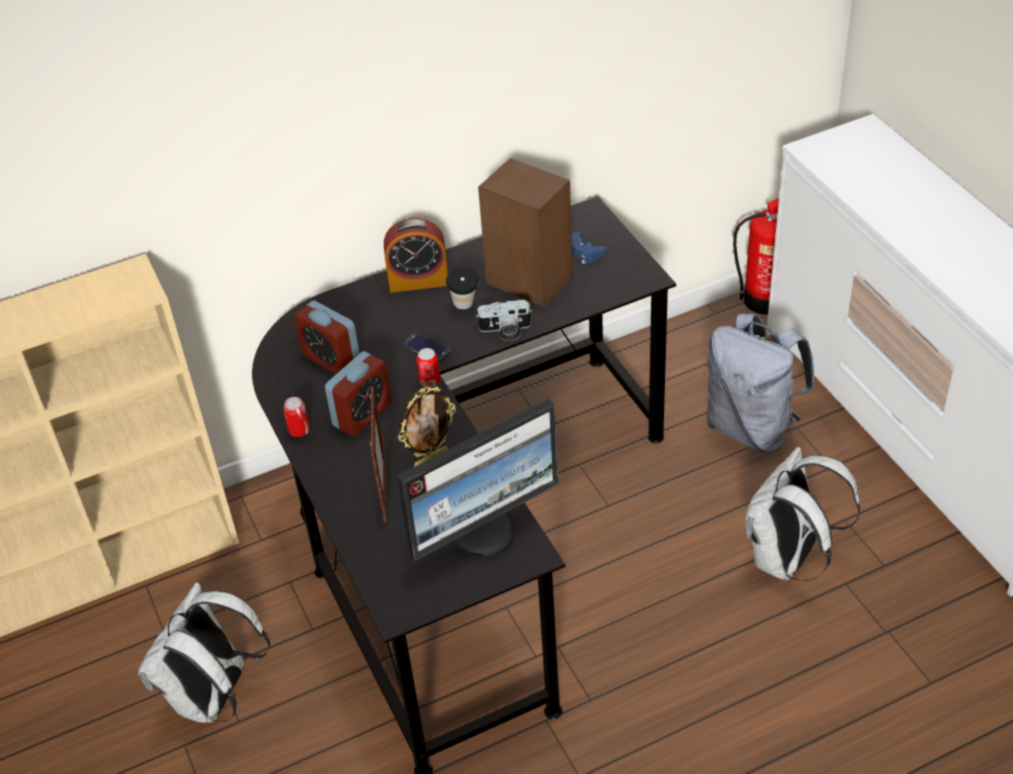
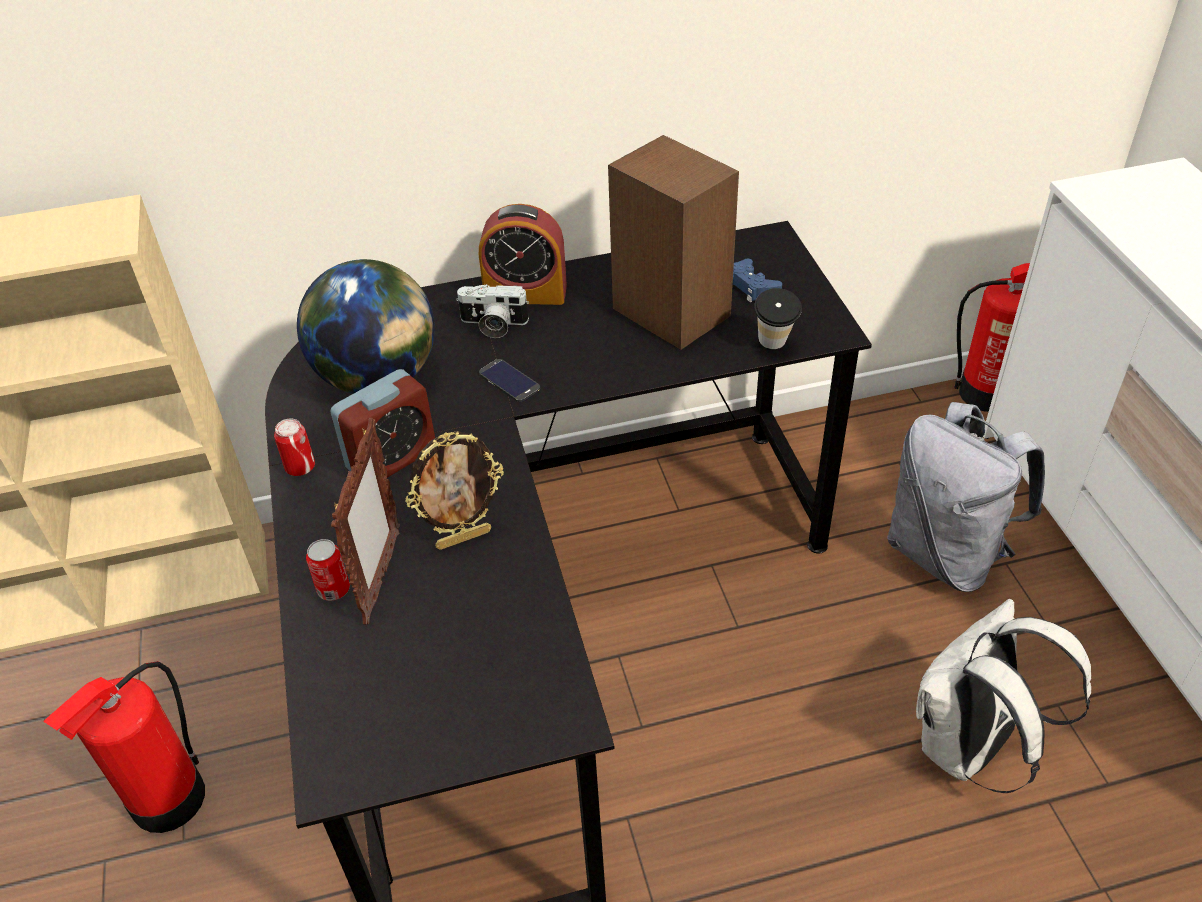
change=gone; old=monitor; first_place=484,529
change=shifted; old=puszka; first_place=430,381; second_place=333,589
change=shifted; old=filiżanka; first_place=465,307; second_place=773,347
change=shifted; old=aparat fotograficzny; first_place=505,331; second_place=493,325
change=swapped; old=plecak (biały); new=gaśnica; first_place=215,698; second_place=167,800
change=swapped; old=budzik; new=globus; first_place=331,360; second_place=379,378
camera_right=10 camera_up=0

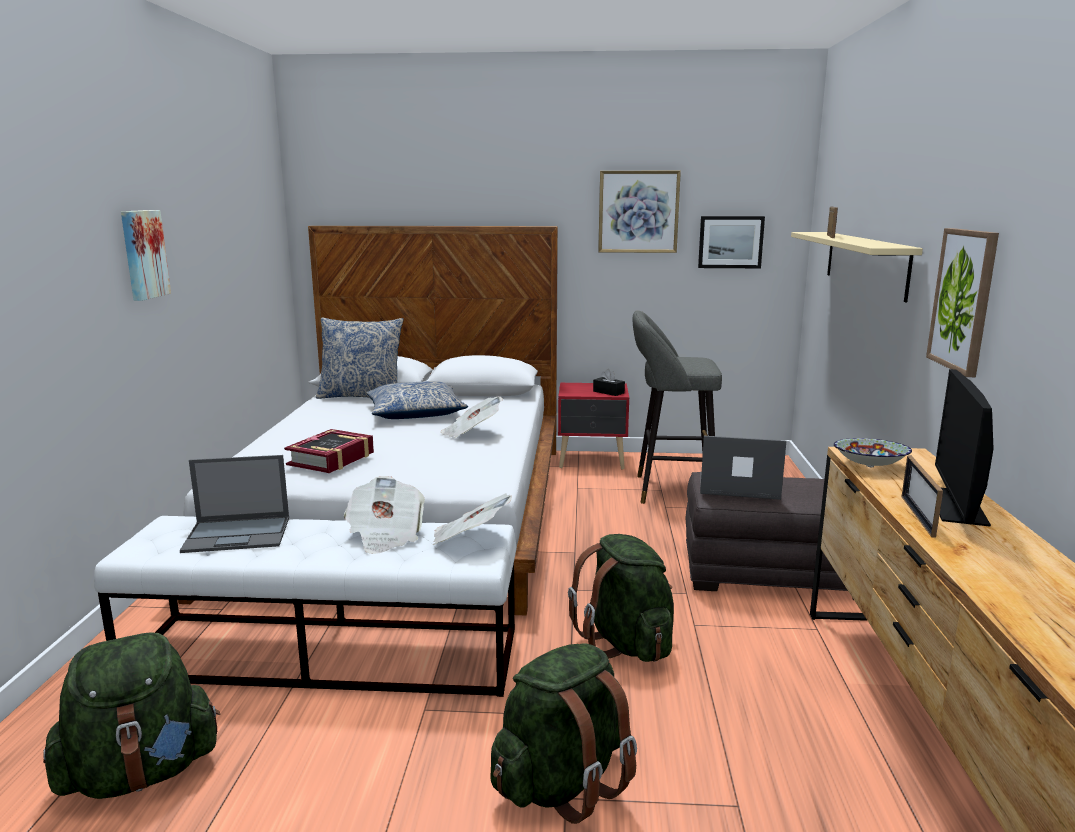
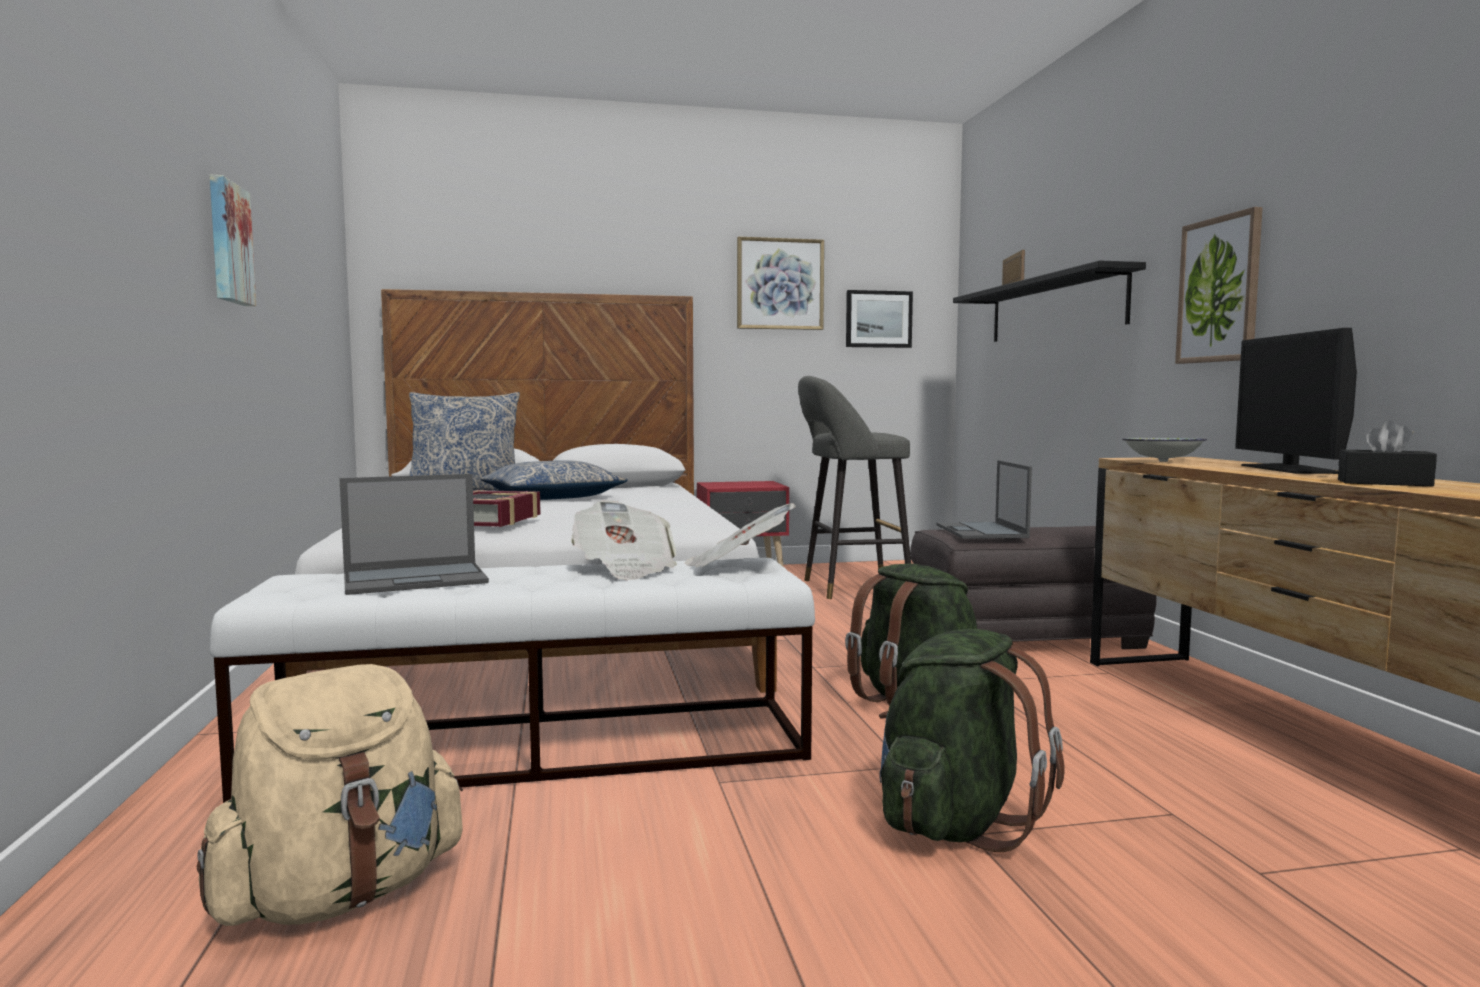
change=gone; old=gazeta; first_place=471,433
change=gone; old=ramka na zdjęcie; first_place=917,516
change=shifted; old=pudełko chusteczek (czarny); first_place=608,392; second_place=1384,483
change=repainted; old=plecak (zielony); new=plecak (beżowy); first_place=141,773; second_place=341,895
change=repainted; old=półka (beżowy); new=półka (czarny); first_place=865,263; second_place=1054,308
change=rotated; old=laptop; first_place=737,486; second_place=982,531; degrees=-90
camera_right=-15 camera_up=-10

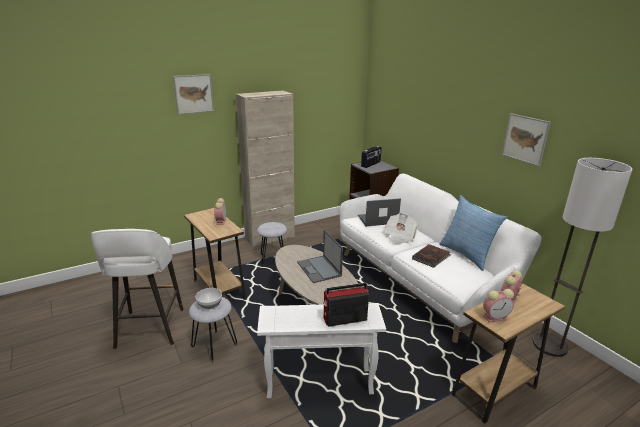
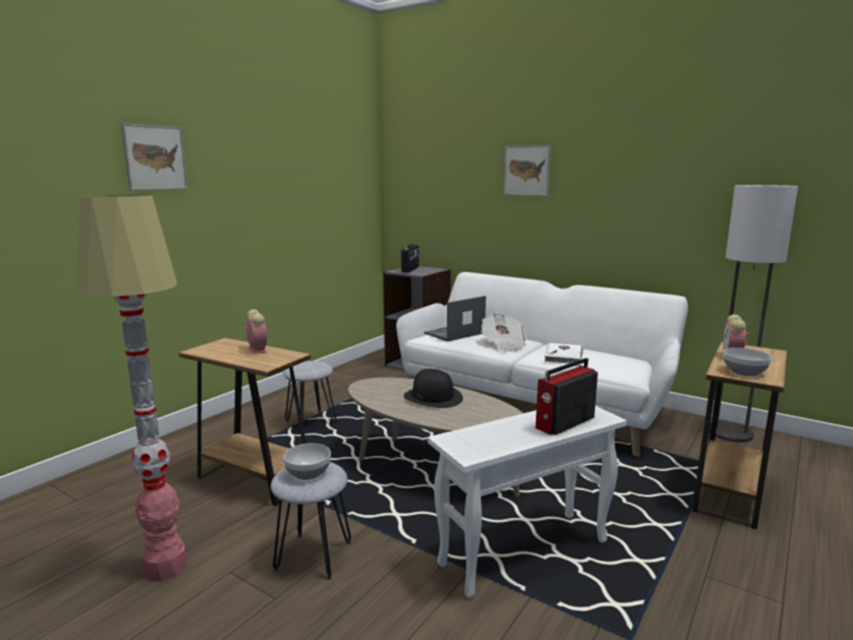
change=gone; old=szafka (beżowy); first_place=270,238
change=gone; old=poduszka; first_place=467,254
change=shifted; old=obraz; first_place=525,139; second_place=526,170
change=swapped; old=stołek (biały); new=lampa stojąca; first_place=149,329; second_place=166,568
change=swapped; old=laptop; new=kapelusz (czarny); first_place=319,269; second_place=433,397
change=swapped; old=budzik; new=miska; first_place=495,317; second_place=745,372
change=repainted; old=książka (brązowy); new=książka (biały); first_place=431,257; second_place=564,356
camera_right=-25 camera_up=-10

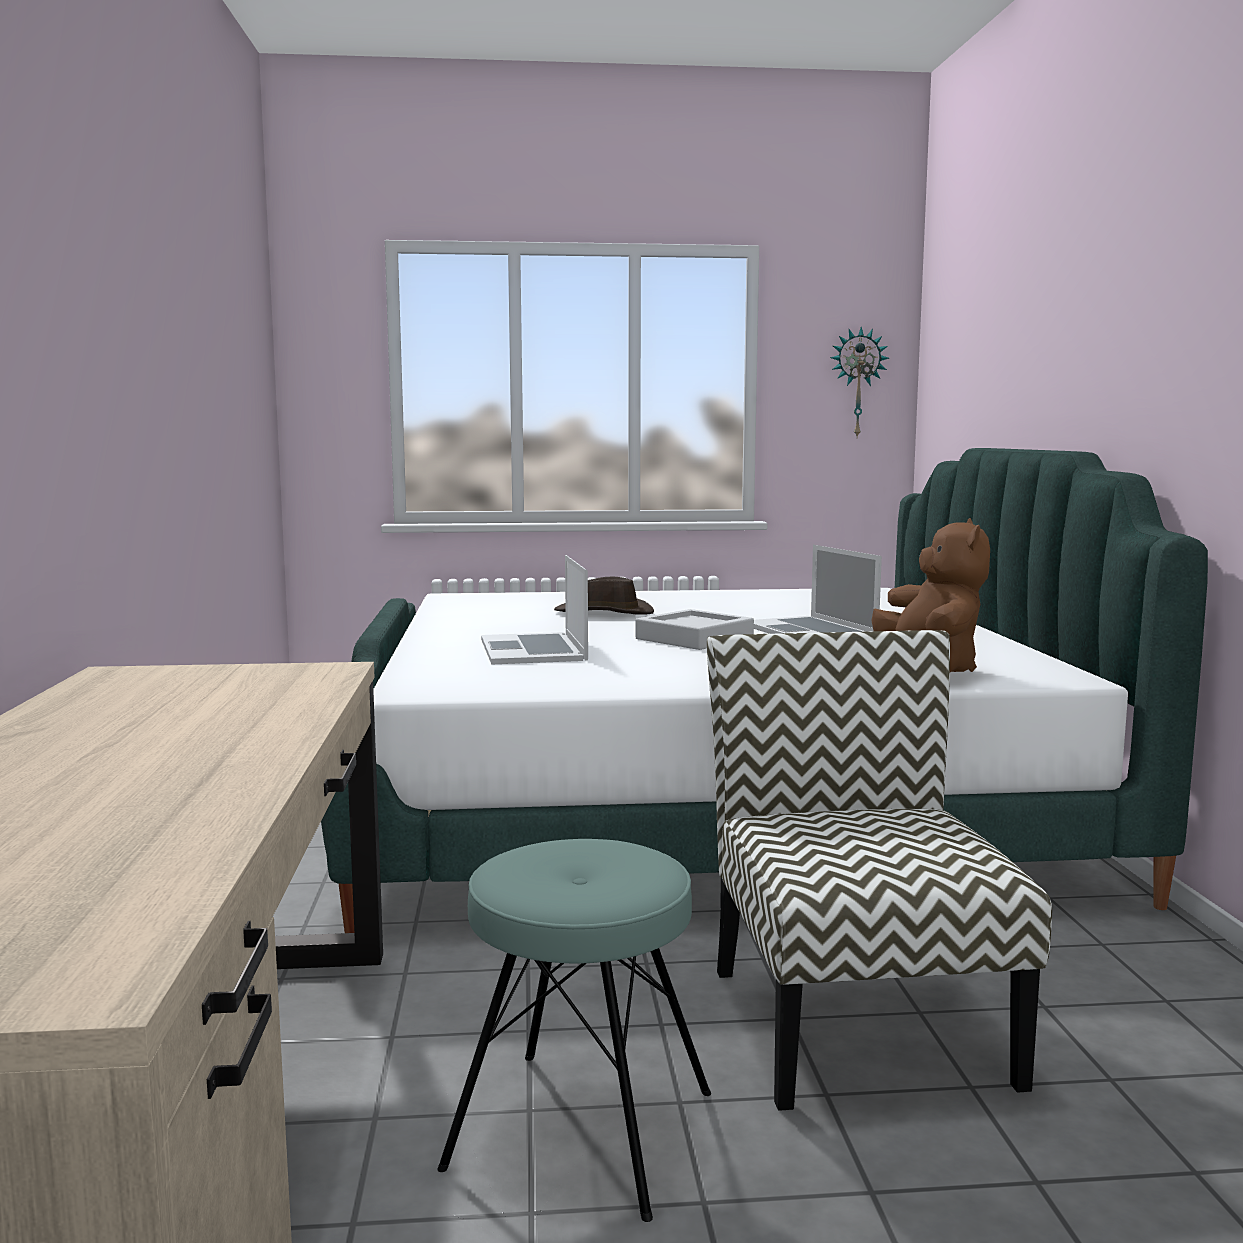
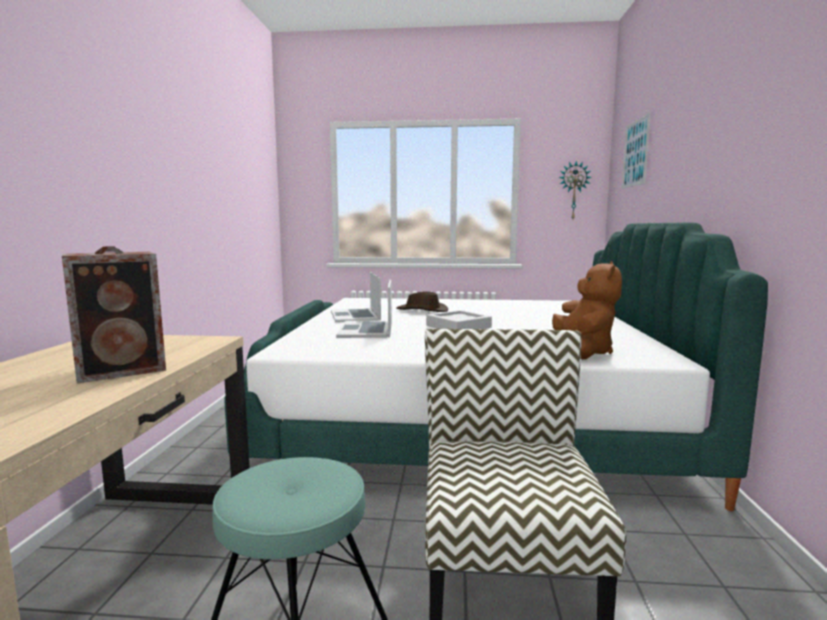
change=new; new=głośnik; second_place=124,369
change=new; new=obraz; second_place=635,153
change=shifted; old=laptop; first_place=810,631; second_place=355,316
camera_right=10 camera_up=0

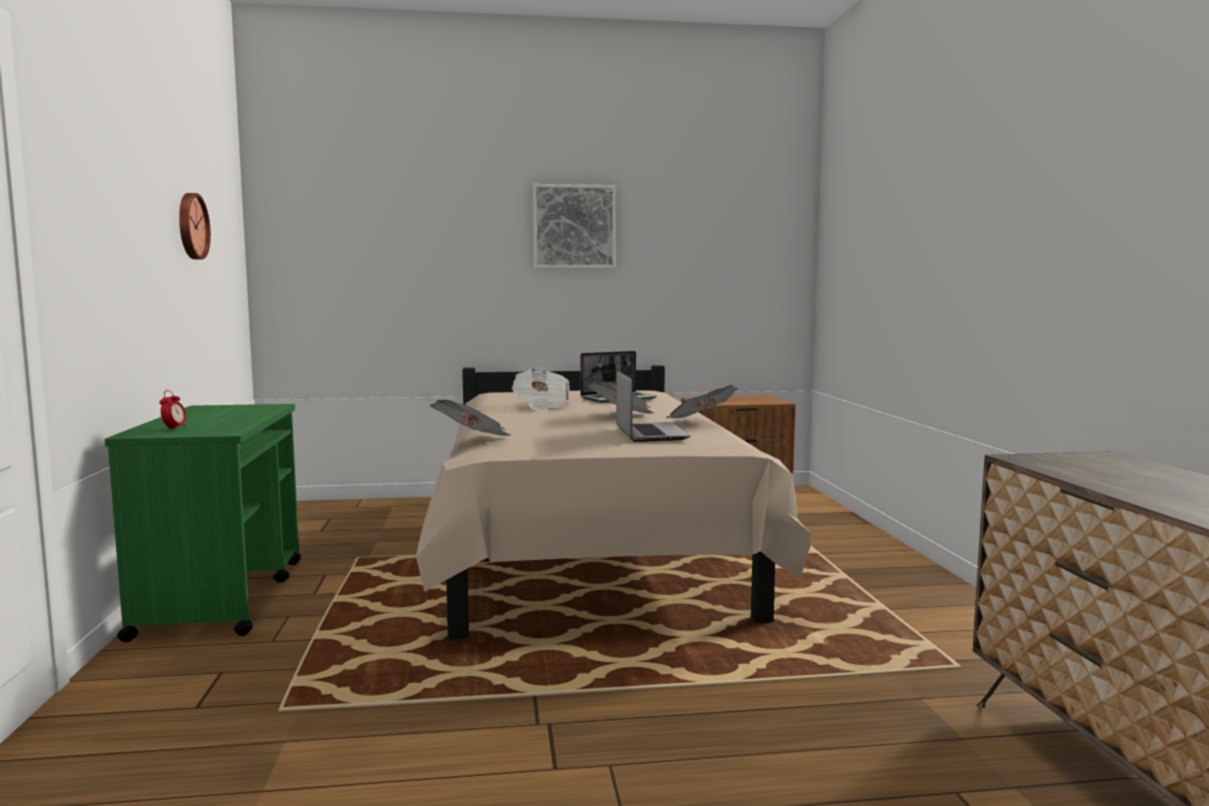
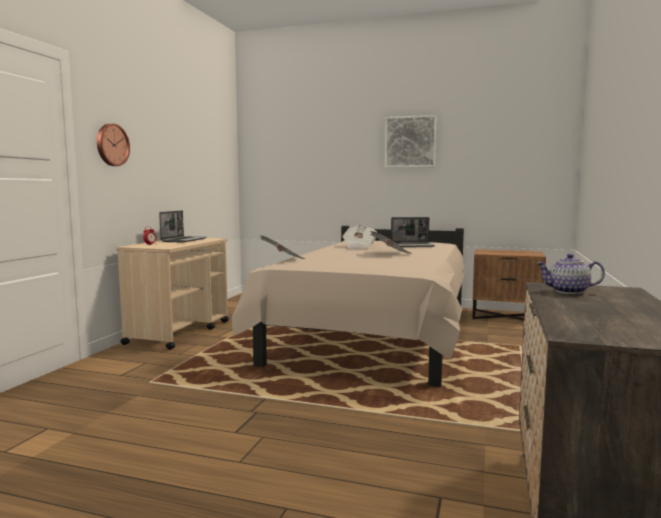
change=gone; old=gazeta; first_place=701,422
change=new; new=imbryk; second_place=568,291
change=shifted; old=zegar ścienny; first_place=191,226; second_place=111,145
change=shifted; old=laptop; first_place=649,434; second_place=184,240
change=repainted; old=wózek (zielony); new=wózek (beżowy); first_place=223,596; second_place=180,332
camera_right=25 camera_up=0

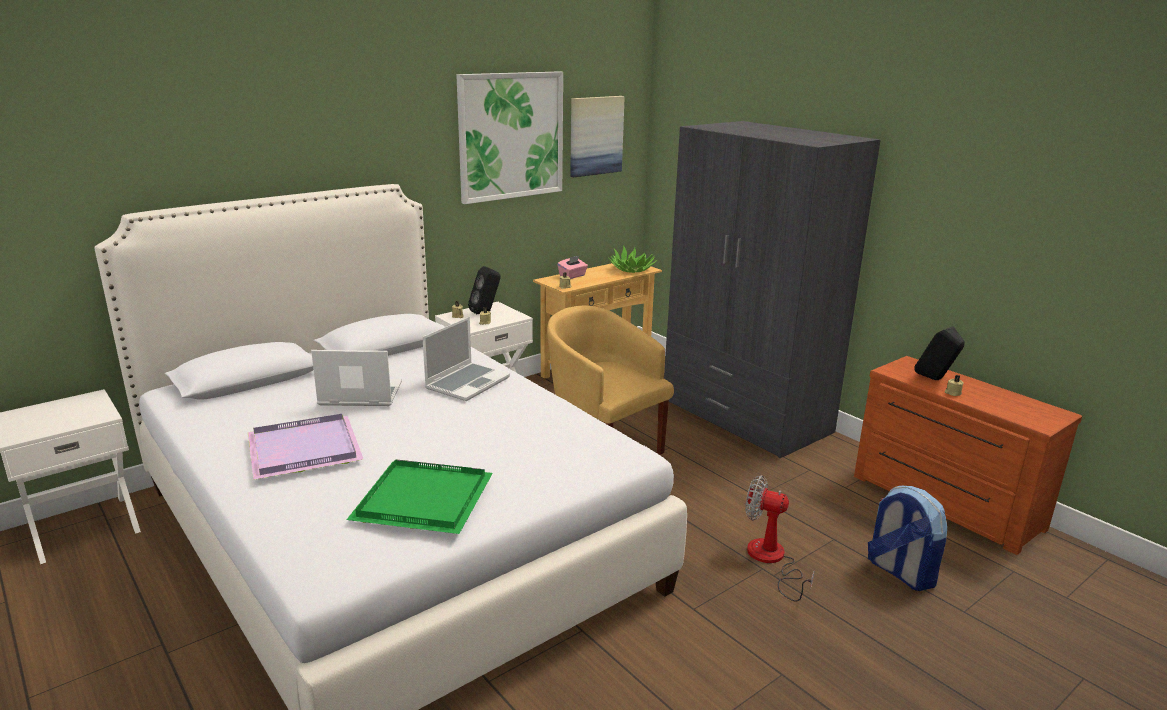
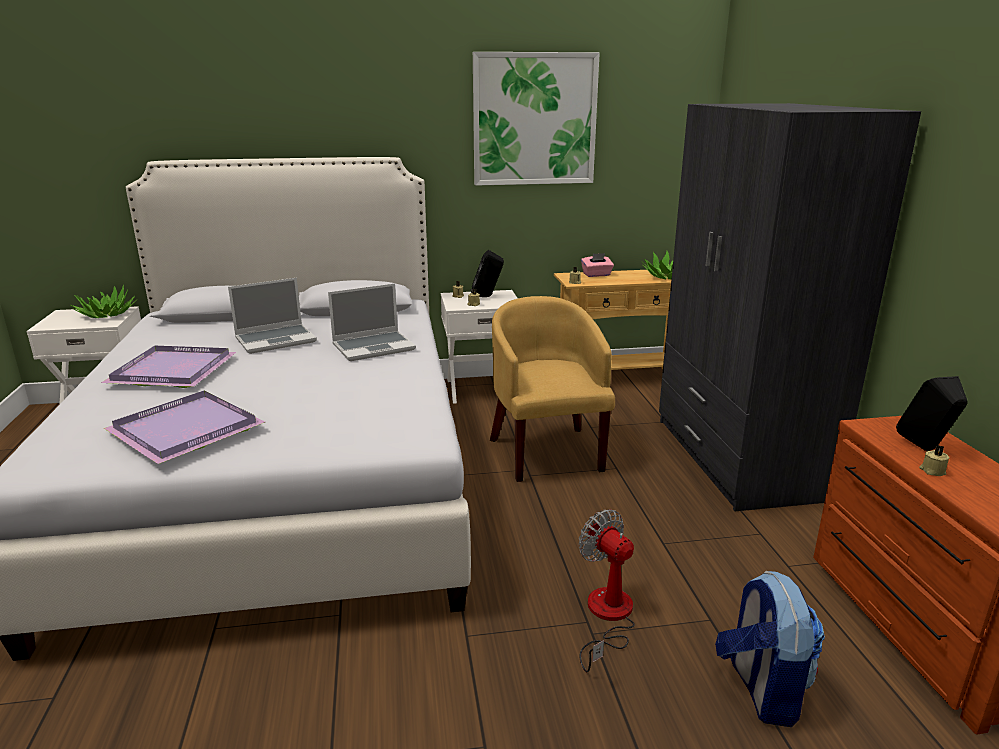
change=gone; old=obraz; first_place=595,136
change=new; new=roślina doniczkowa; second_place=106,314
change=repainted; old=taca (zielony); new=taca (fioletowy); first_place=420,500; second_place=183,430
change=rotated; old=laptop; first_place=359,395; second_place=276,340; degrees=120
camera_right=30 camera_up=0

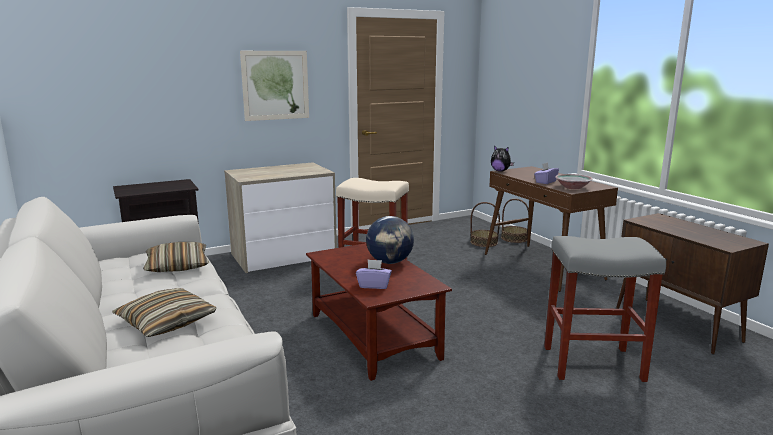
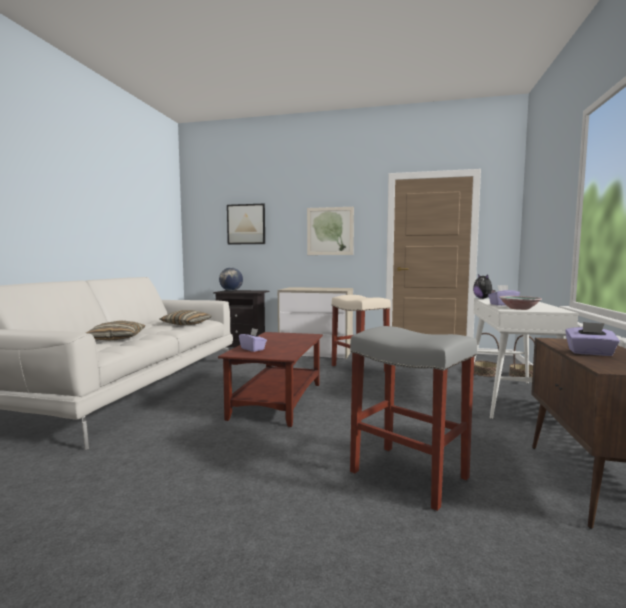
change=new; new=obraz; second_place=246,224
change=new; new=pudełko chusteczek (fioletowy); second_place=590,353
change=shifted; old=globus; first_place=390,262; second_place=231,291
change=repainted; old=stolik konsolowy (brązowy); new=stolik konsolowy (biały); first_place=543,267; second_place=512,399
camera_right=40 camera_up=-10

